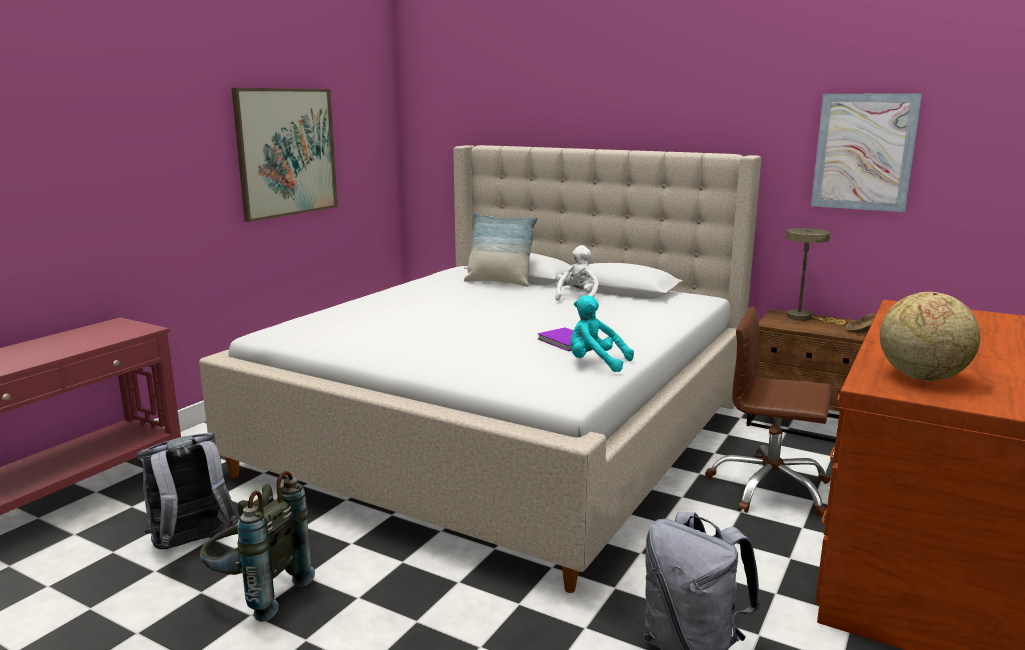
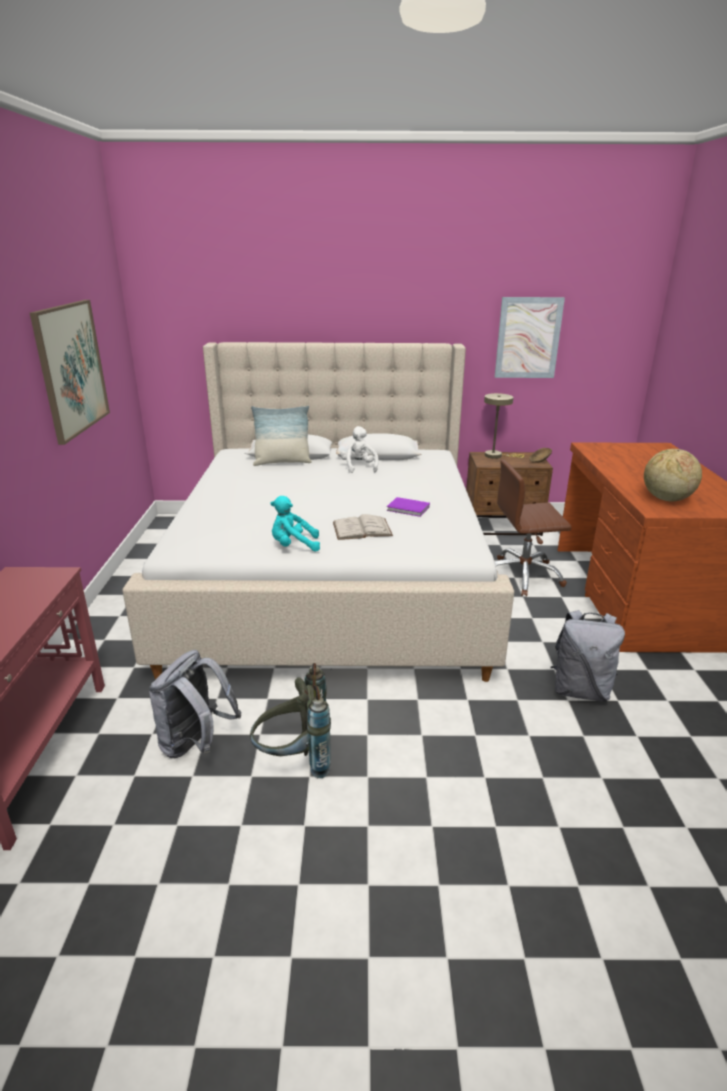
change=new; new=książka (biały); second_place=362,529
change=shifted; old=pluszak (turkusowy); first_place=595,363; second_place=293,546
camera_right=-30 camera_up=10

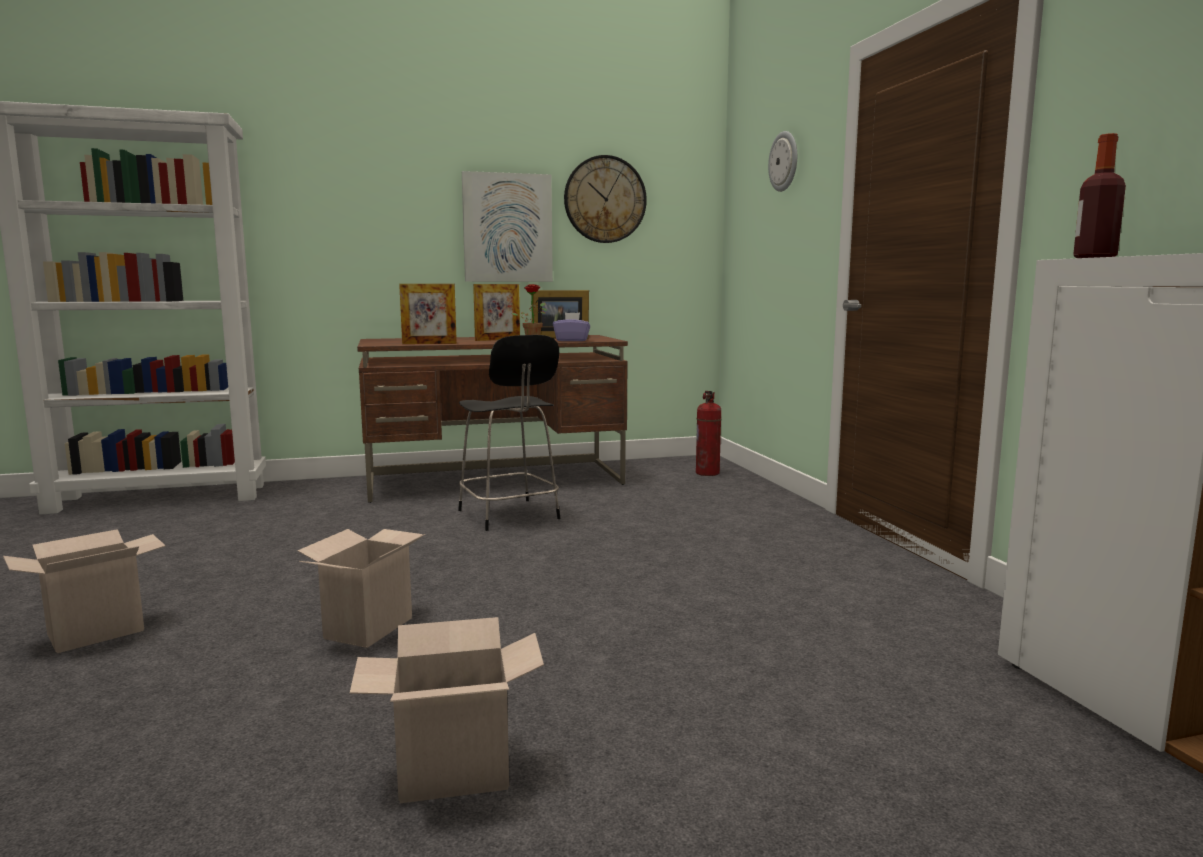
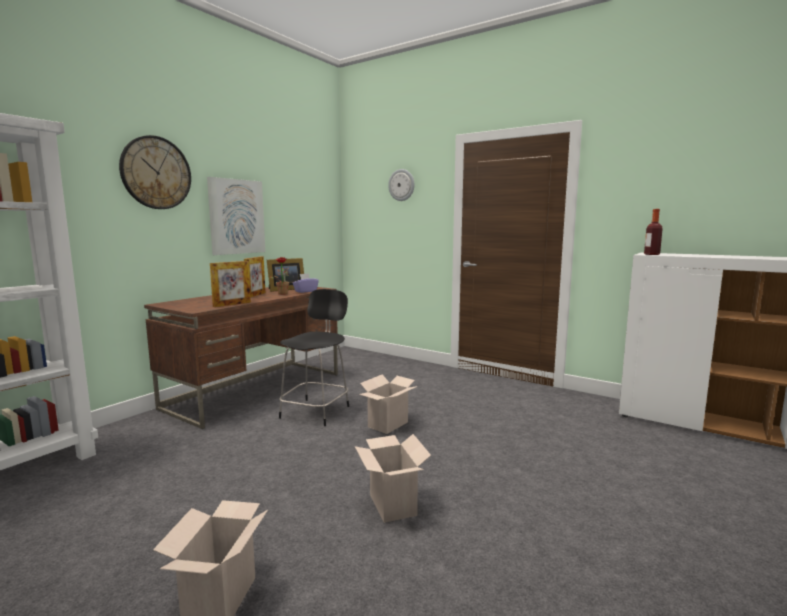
change=gone; old=gaśnica; first_place=708,473
change=shifted; old=karton; first_place=450,775; second_place=388,425
change=shifted; old=zegar ścienny; first_place=605,199; second_place=156,173
change=rotated; old=krzesło (czarny); first_place=509,515; second_place=316,411; degrees=-90
camera_right=-40 camera_up=0

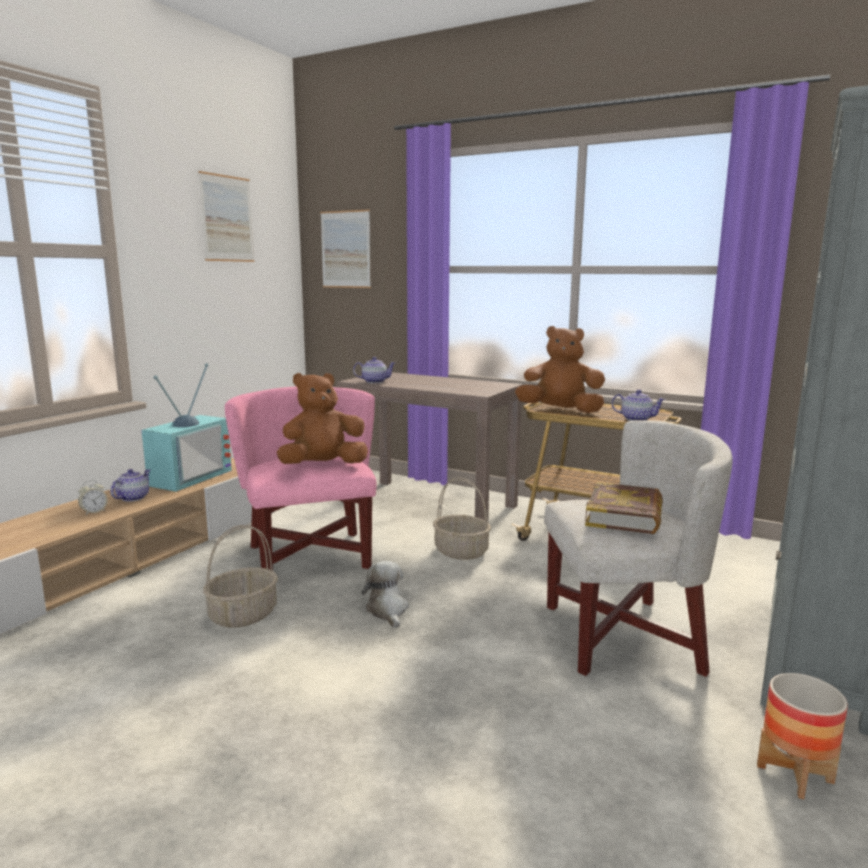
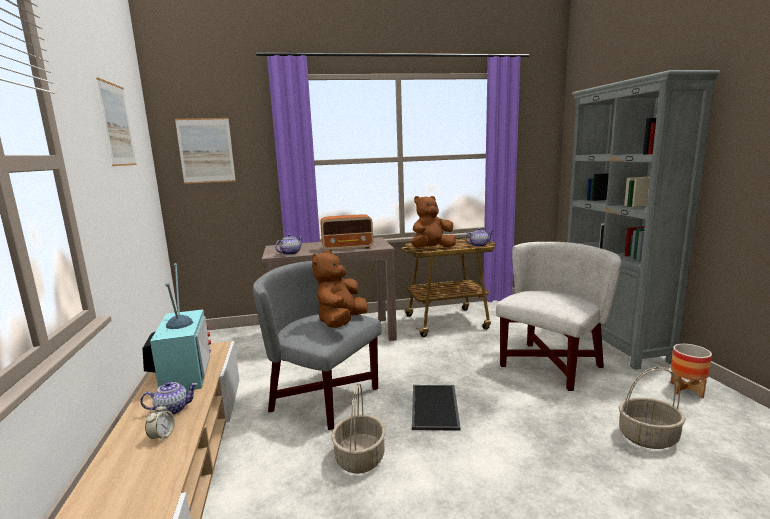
change=gone; old=książka; first_place=625,515
change=new; new=radio; second_place=348,248
change=shifted; old=koszyk; first_place=462,552; second_place=648,437
change=swapped; old=pluszak; new=taca; first_place=387,610; second_place=436,407
change=repainted; old=fotel (różowy); new=fotel (szary); first_place=311,556; second_place=325,398
change=rotated; old=imbryk; first_place=132,498; second_place=172,409; degrees=90
camera_right=-40 camera_up=0

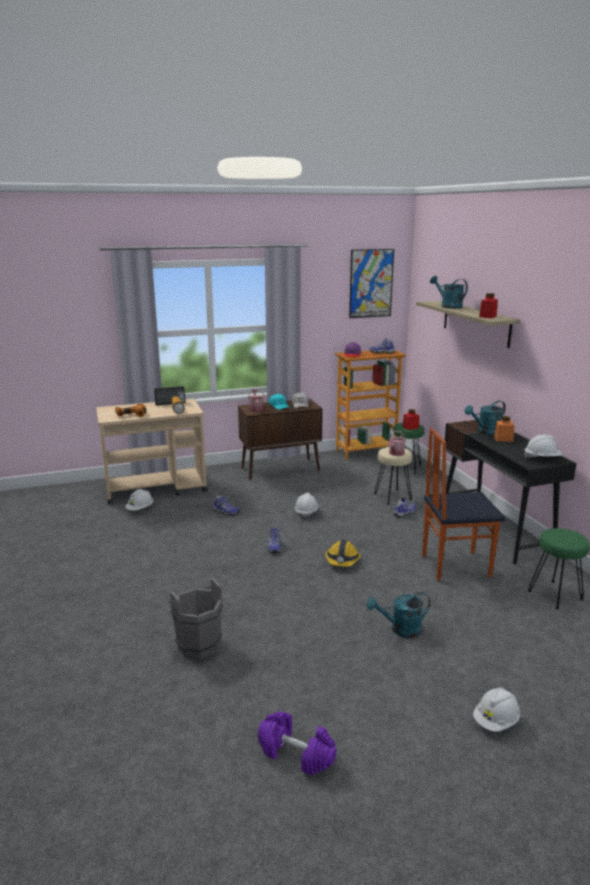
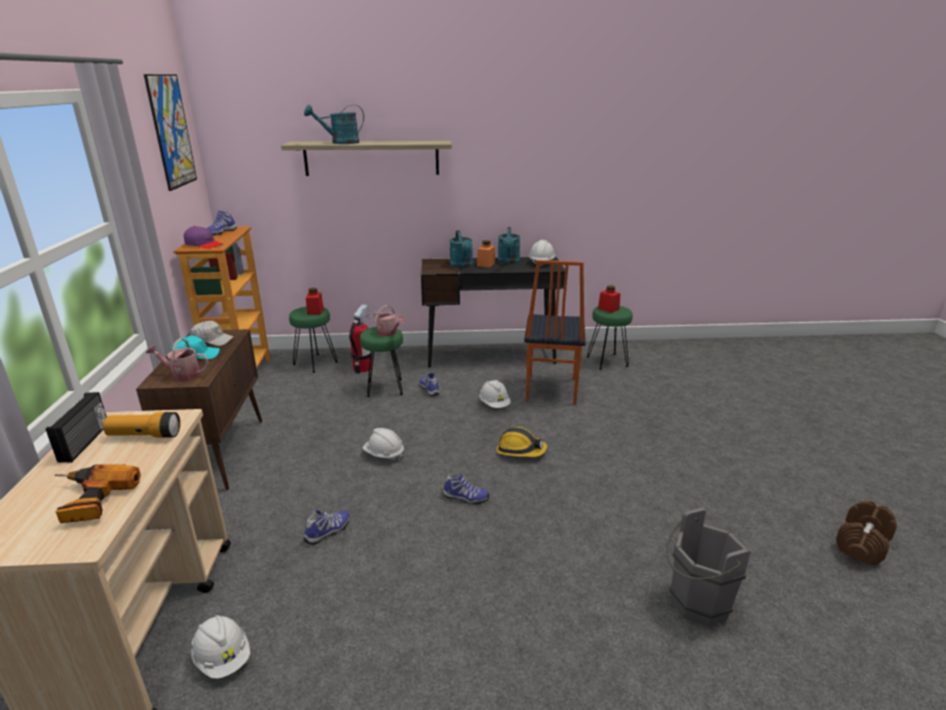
change=new; new=gaśnica; second_place=362,368
change=shifted; old=konewka (turkusowy); first_place=400,629; second_place=508,262
change=shifted; old=kask (biały); first_place=496,721; second_place=494,404
change=shifted; old=słoik (czerwony); first_place=487,316; second_place=608,309
change=repainted; old=hantel (fioletowy); new=hantel (brązowy); first_place=296,754; second_place=862,543
change=repainted; old=stołek (beżowy); new=stołek (zielony); first_place=392,496; second_place=384,388
camera_right=-75 camera_up=5

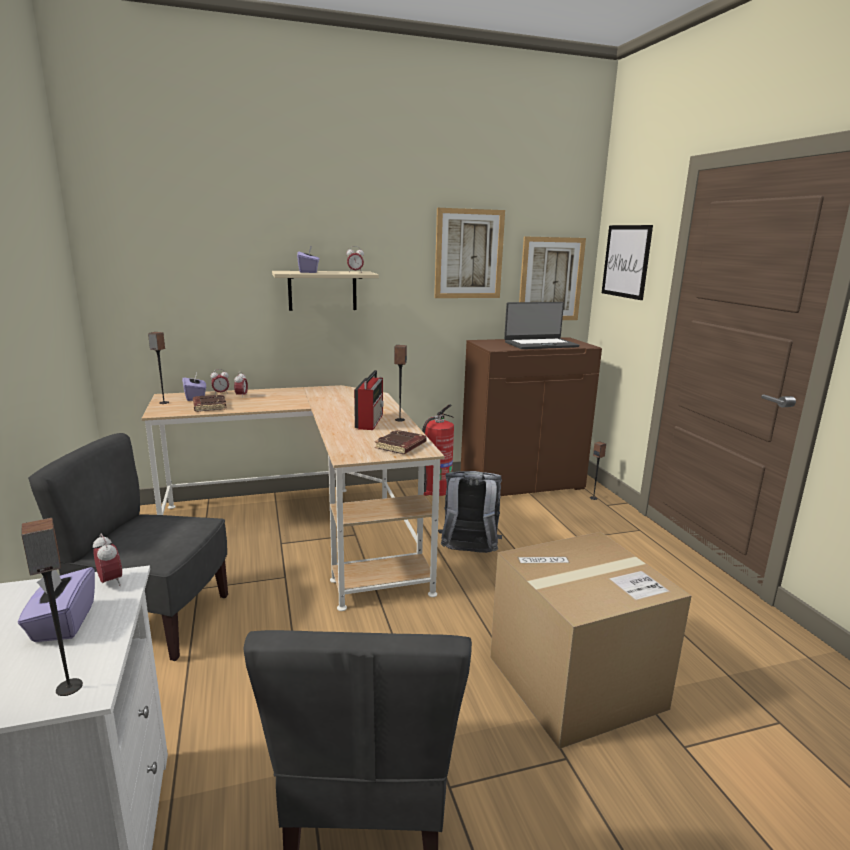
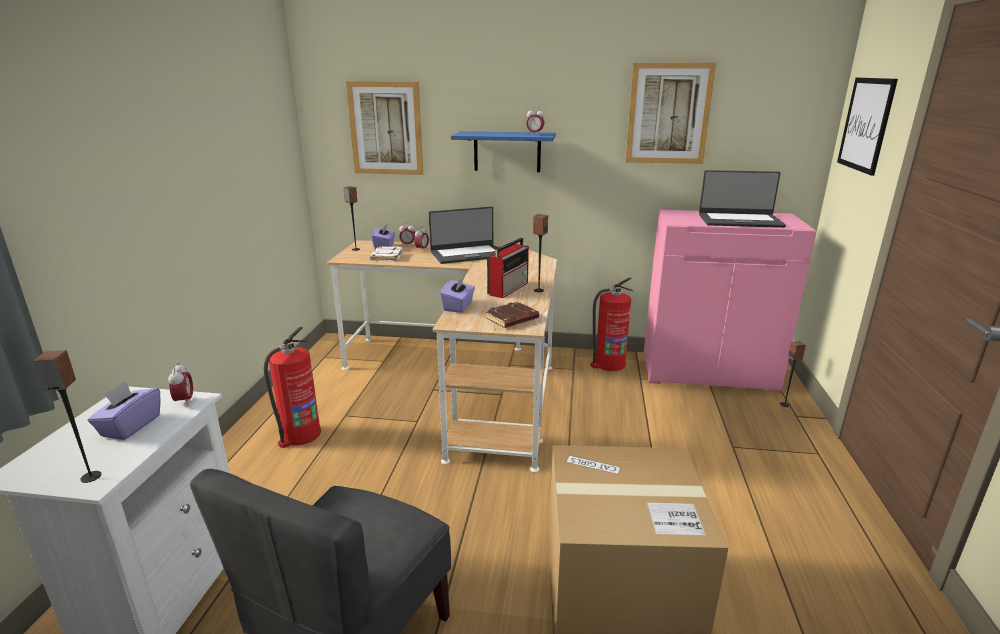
change=gone; old=plecak (szary); first_place=468,553
change=new; new=laptop; second_place=467,254
change=shifted; old=pudełko chusteczek (fioletowy); first_place=309,272; second_place=458,306
change=shifted; old=obraz; first_place=550,279; second_place=386,128
change=swapped; old=krzesło (szary); new=gaśnica; first_place=155,621; second_place=300,435
change=repainted; old=książka (brązowy); new=książka (biały); first_place=209,406; second_place=386,257
change=repainted; old=półka (beżowy); new=półka (niebieski); first_place=322,290; second_place=507,151
change=repainted; old=szafka (brązowy); new=szafka (różowy); first_place=521,482; second_place=708,372
camera_right=25 camera_up=5

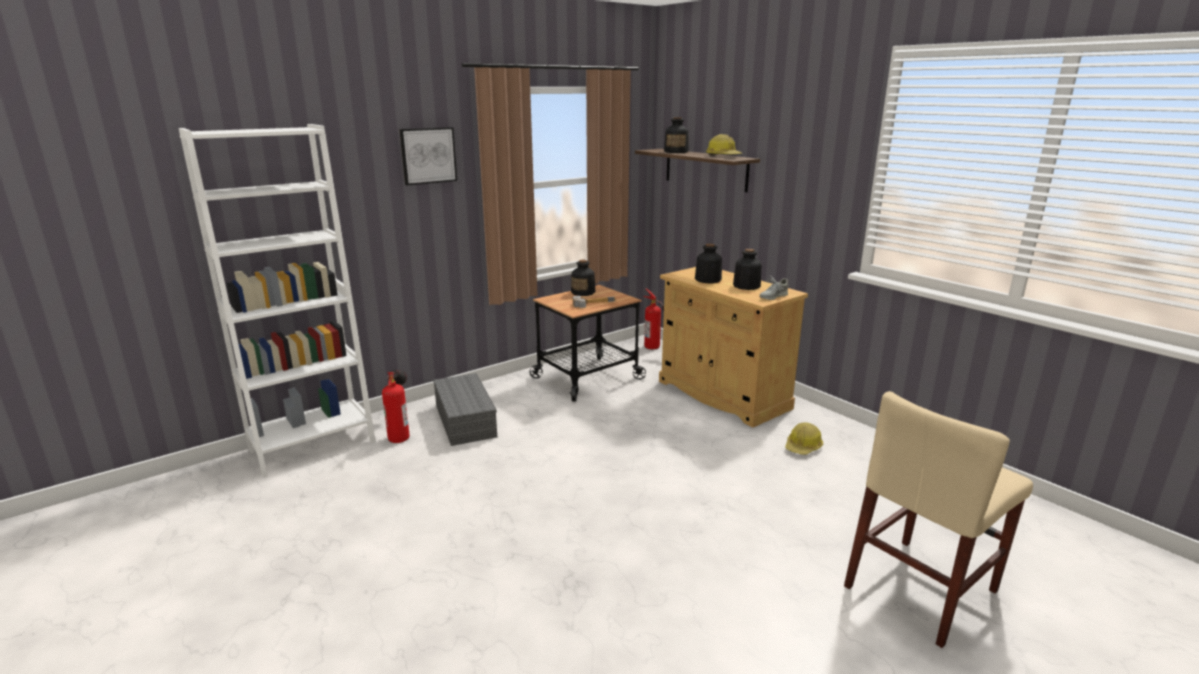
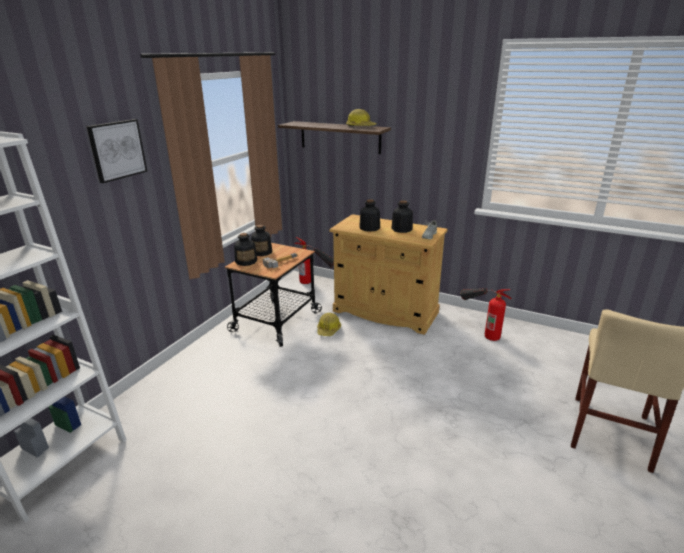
change=gone; old=pojemnik do przechowywania (szary); first_place=464,420
change=shifted; old=gaśnica; first_place=400,428; second_place=480,330
change=shifted; old=butelka; first_place=676,152; second_place=246,261
change=shifted; old=kask; first_place=803,447; second_place=328,330
camera_right=-25 camera_up=5

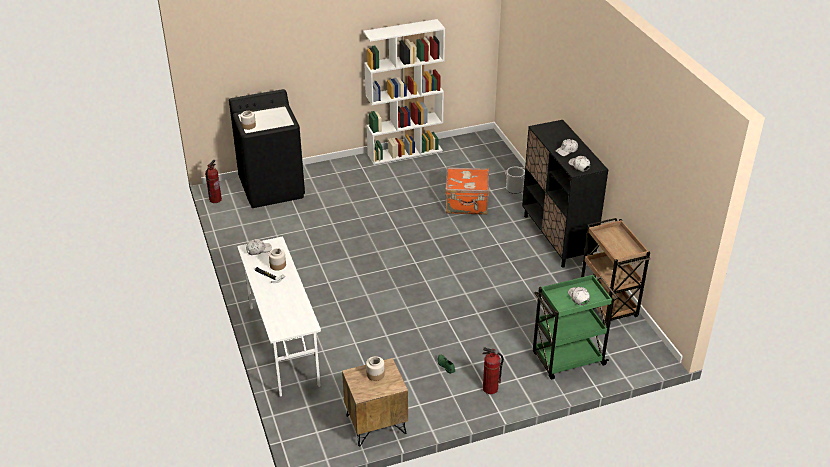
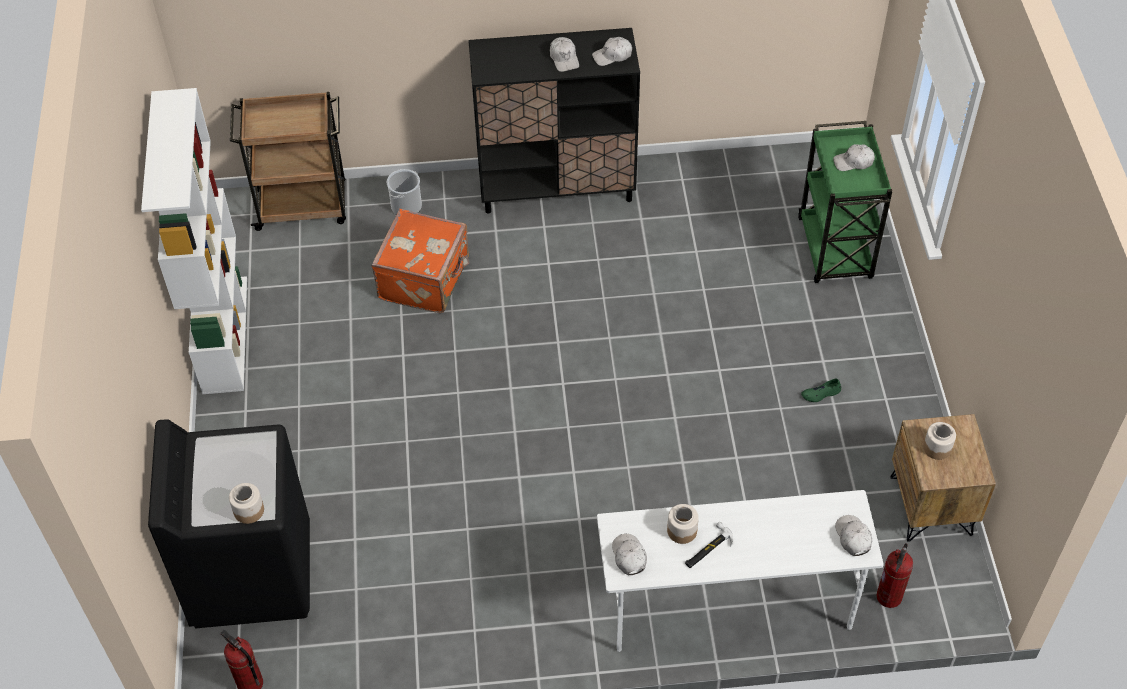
change=new; new=czapka z daszkiem (biały); second_place=853,537
change=shifted; old=gaśnica; first_place=490,389; second_place=889,597
change=shifted; old=wózek (brązowy); first_place=608,304; second_place=303,206
camera_right=-75 camera_up=15

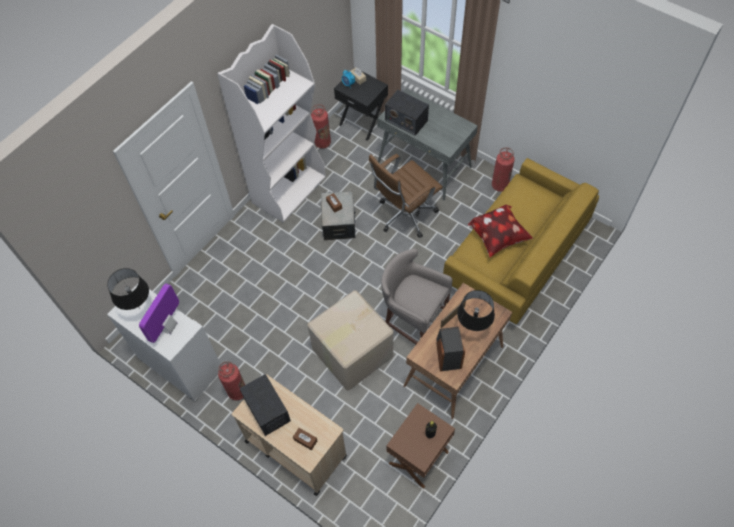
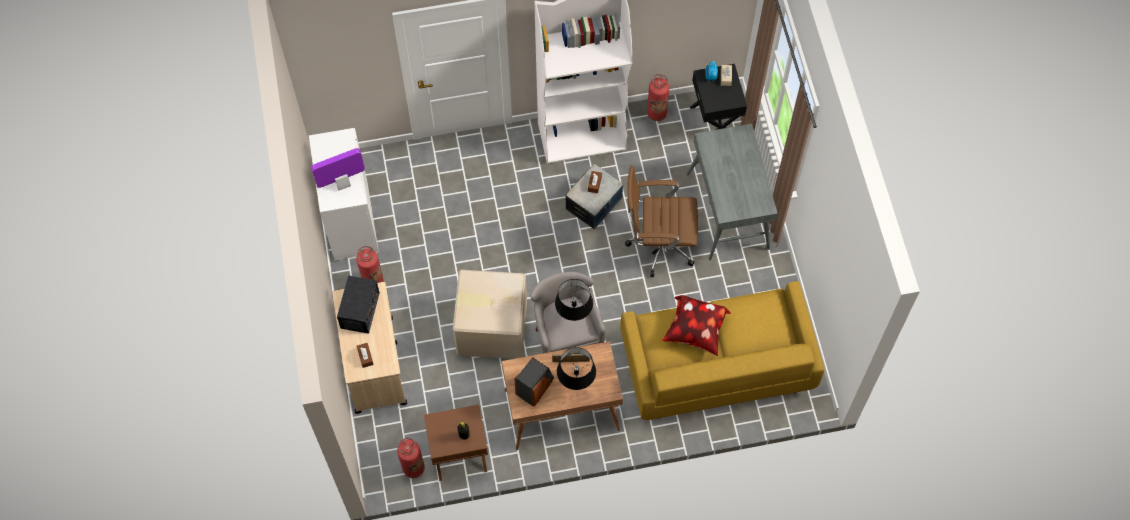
change=gone; old=radio; first_place=406,120
change=shifted; old=lampa stołowa (czarny); first_place=139,308; second_place=573,317
change=shifted; old=gaśnica; first_place=499,185; second_place=413,468
camera_right=40 camera_up=5

